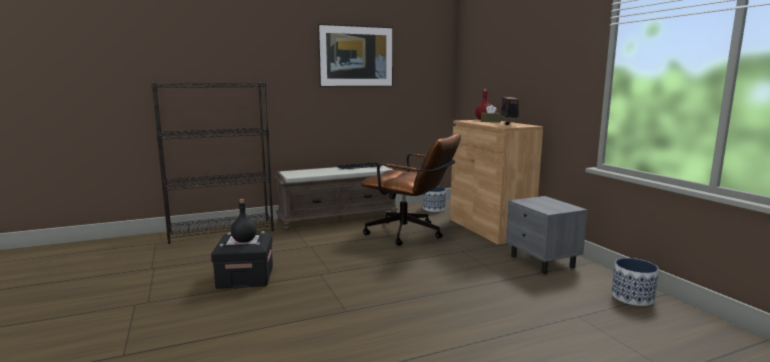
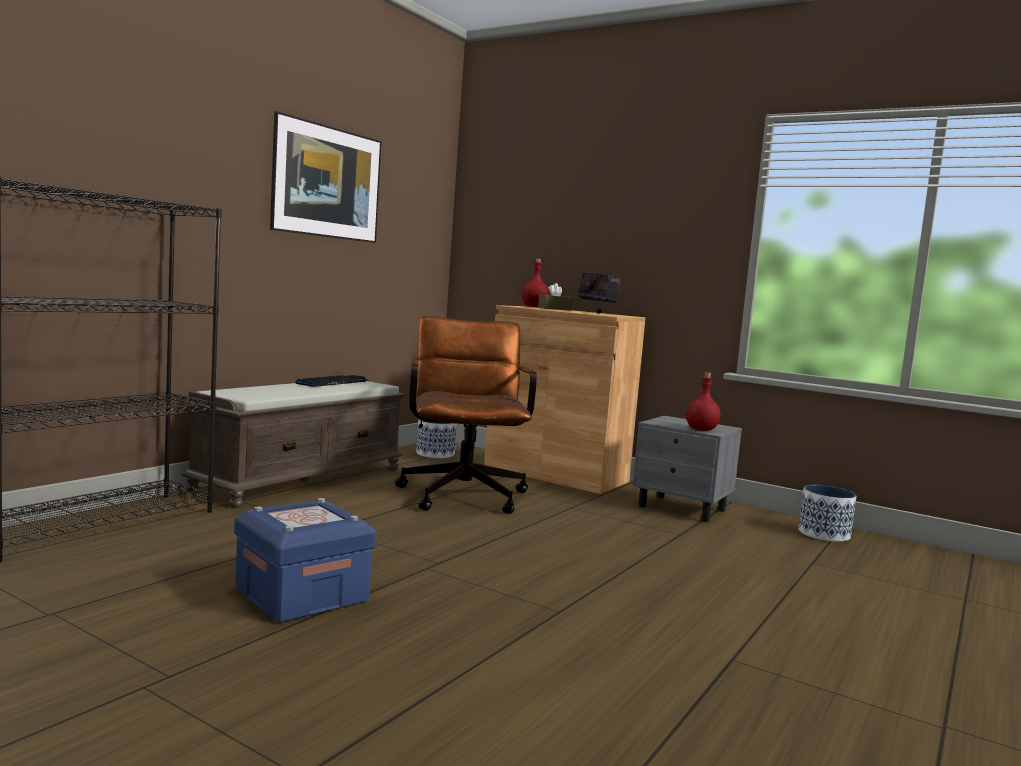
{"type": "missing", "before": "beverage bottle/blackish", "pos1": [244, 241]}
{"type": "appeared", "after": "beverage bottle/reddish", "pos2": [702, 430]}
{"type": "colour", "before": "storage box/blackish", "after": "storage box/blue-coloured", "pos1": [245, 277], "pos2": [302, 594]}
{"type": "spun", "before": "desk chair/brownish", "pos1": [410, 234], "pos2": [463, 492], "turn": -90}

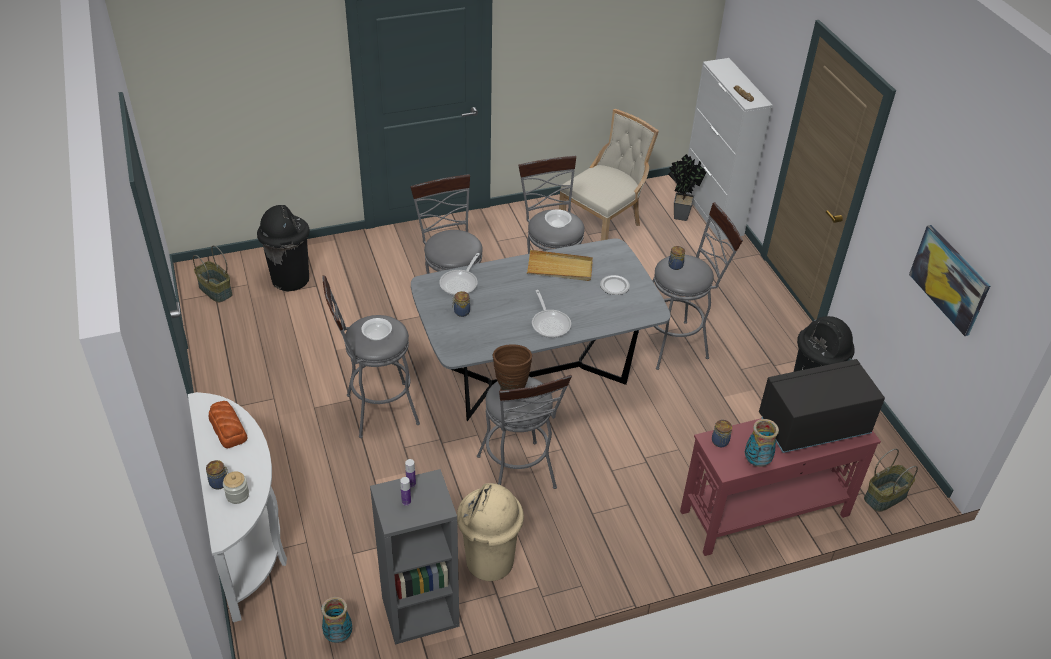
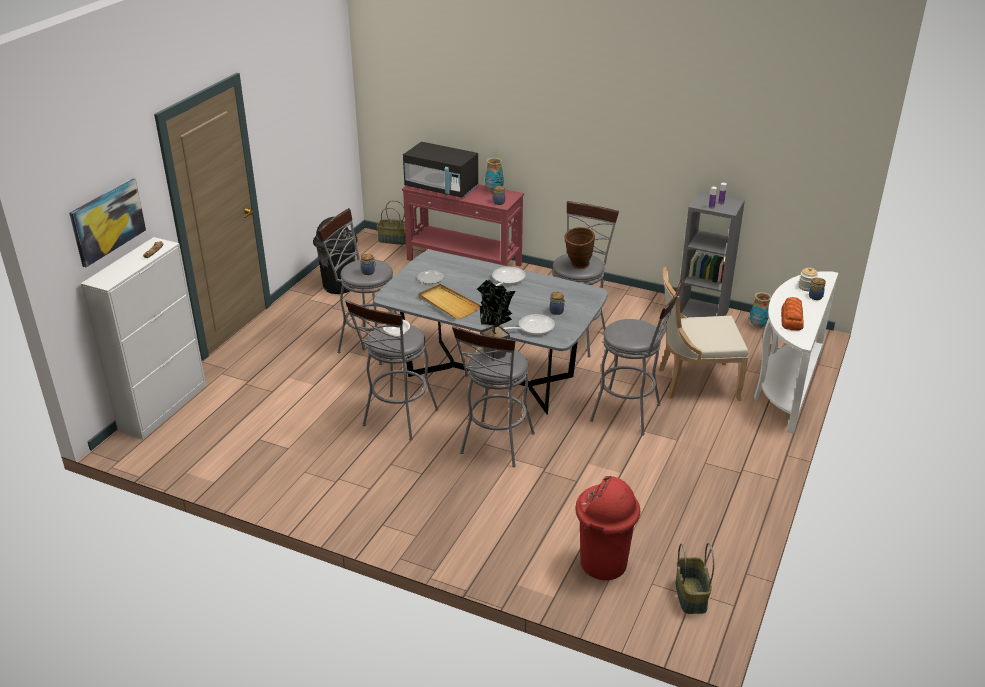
{"type": "missing", "before": "bowl", "pos1": [377, 335]}
{"type": "missing", "before": "rubbish bin/beige-coloured", "pos1": [489, 562]}
{"type": "relocated", "before": "upright chair/beige-coloured", "pos1": [603, 227], "pos2": [694, 383]}
{"type": "relocated", "before": "plant in a pot", "pos1": [678, 214], "pos2": [495, 356]}
{"type": "relocated", "before": "wall picture", "pos1": [949, 279], "pos2": [107, 221]}
{"type": "colour", "before": "rubbish bin/blackish", "after": "rubbish bin/reddish", "pos1": [290, 279], "pos2": [603, 564]}

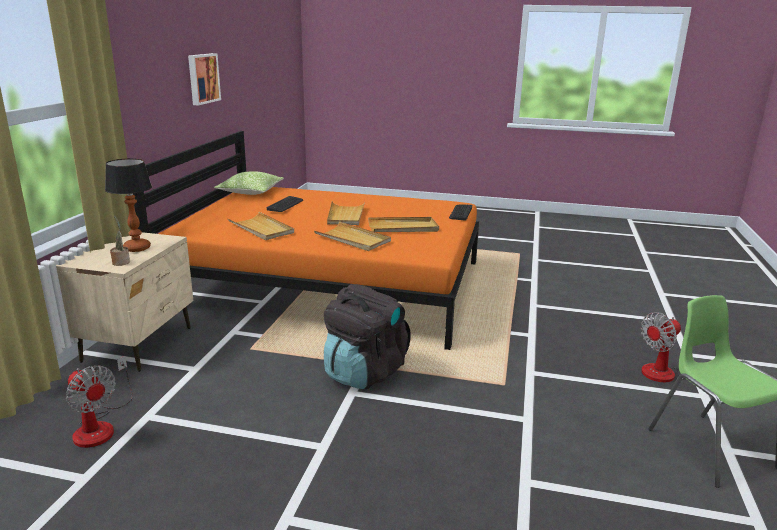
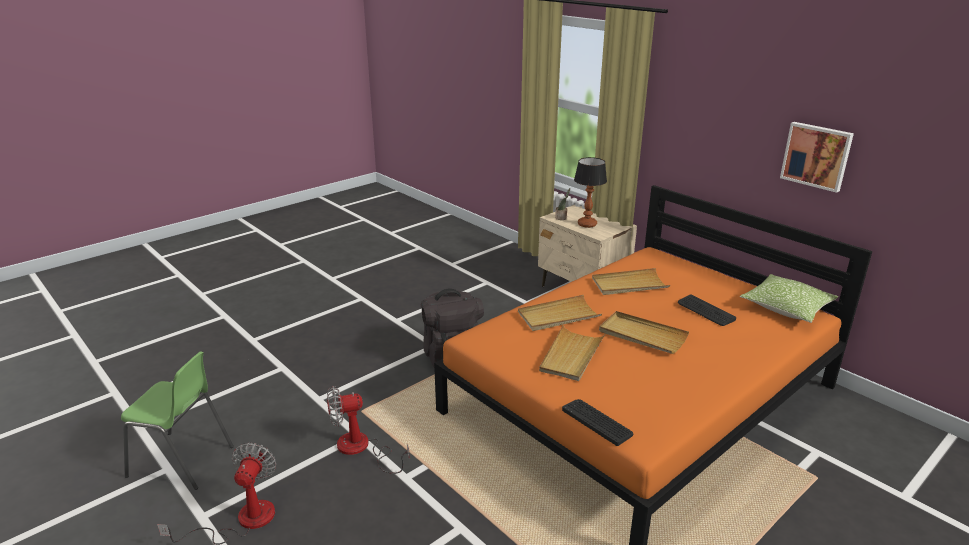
{"type": "relocated", "before": "electric fan", "pos1": [100, 426], "pos2": [361, 449]}

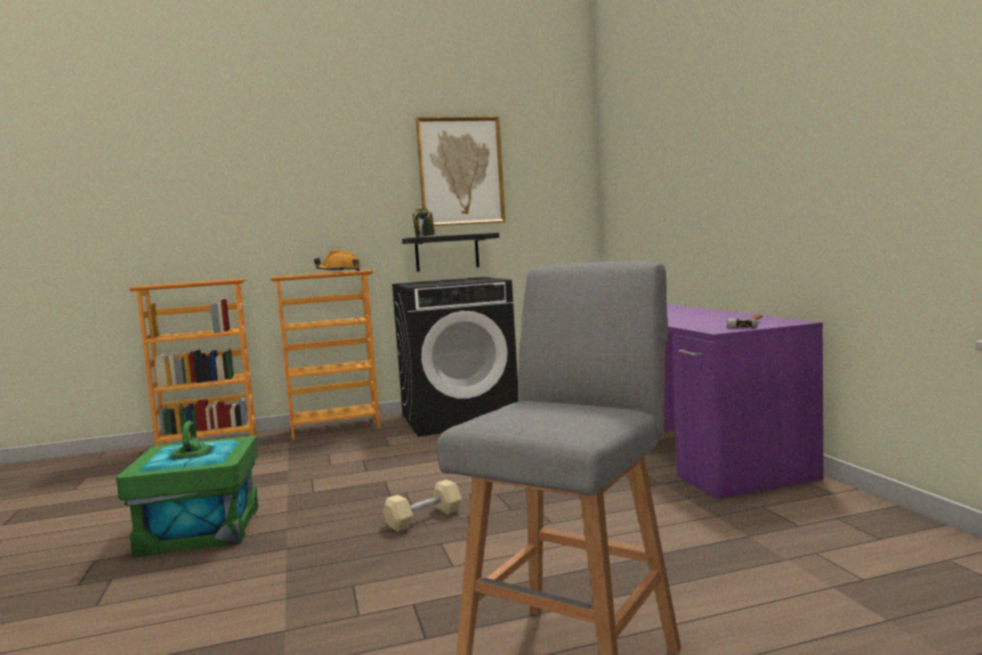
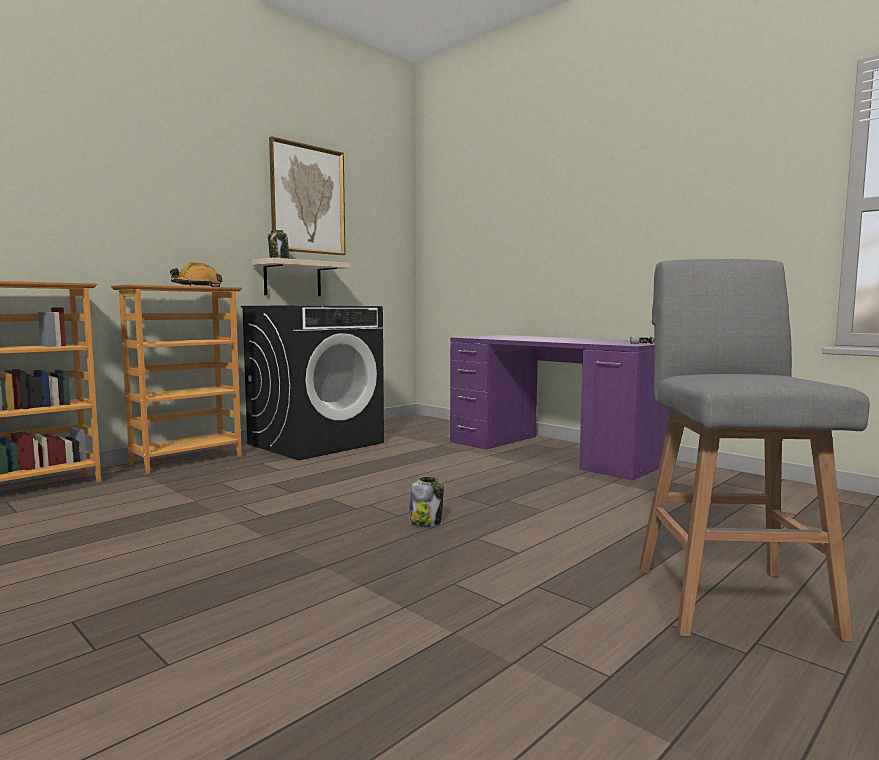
{"type": "missing", "before": "storage box/green-coloured", "pos1": [201, 530]}
{"type": "exchanged", "before": "dumbbell/beige-coloured", "after": "preserve jar", "pos1": [424, 518], "pos2": [425, 522]}
{"type": "colour", "before": "shelf/blackish", "after": "shelf/beige-coloured", "pos1": [447, 252], "pos2": [292, 279]}

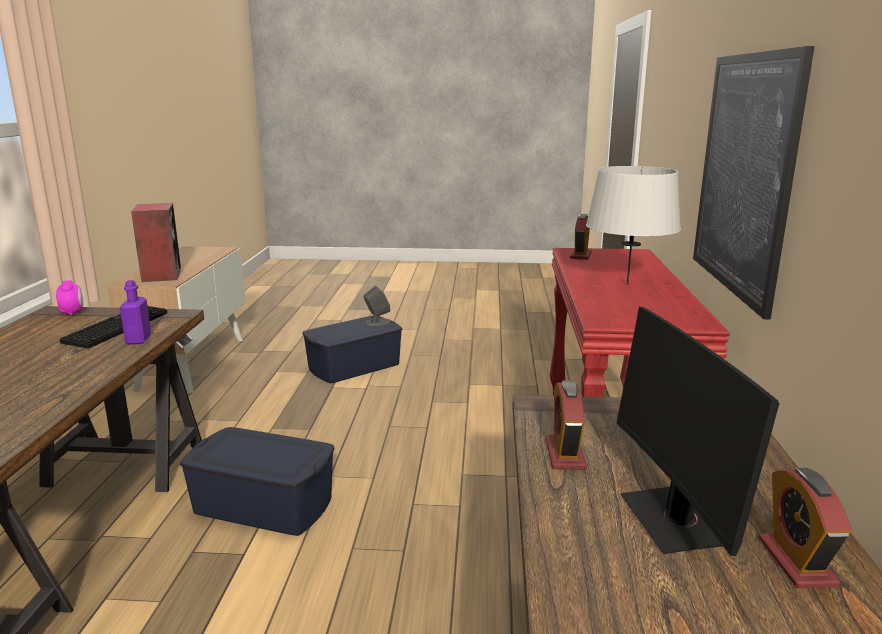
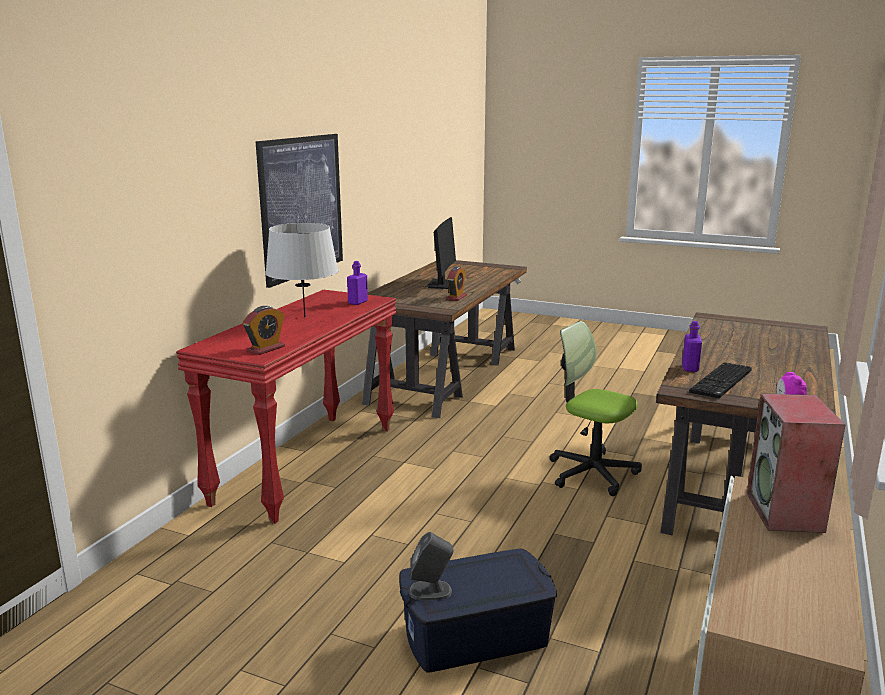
{"type": "missing", "before": "alarm clock", "pos1": [796, 562]}
{"type": "appeared", "after": "beverage bottle/purplish", "pos2": [357, 302]}
{"type": "exchanged", "before": "storage box/blue-coloured", "after": "desk chair", "pos1": [263, 505], "pos2": [592, 473]}

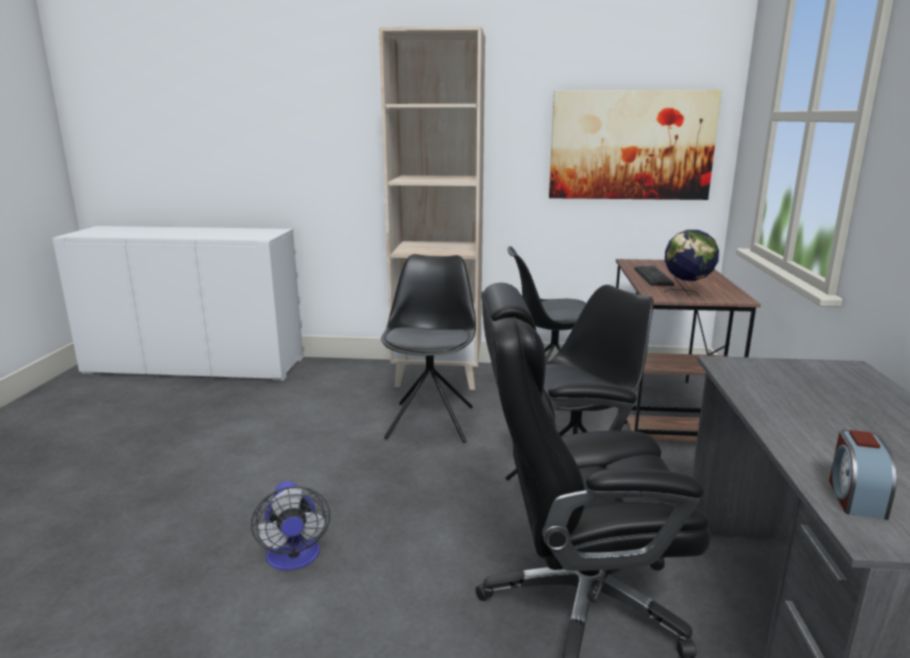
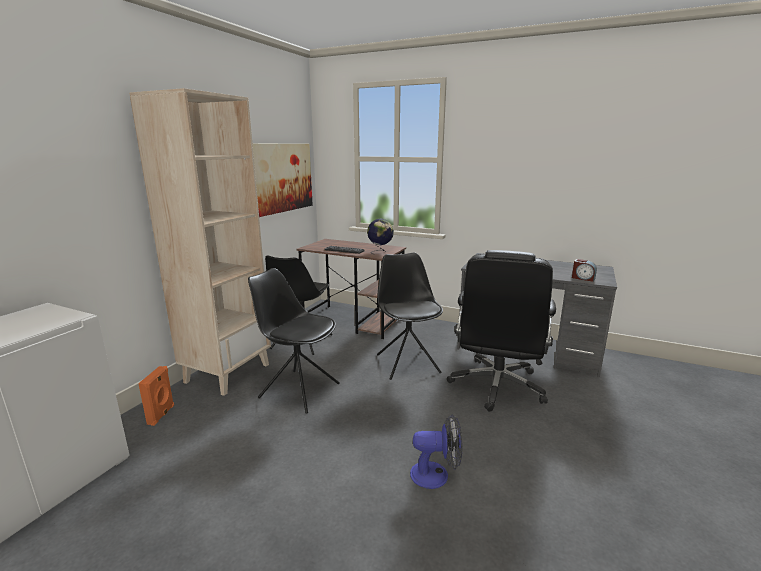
{"type": "appeared", "after": "audio speaker/orange", "pos2": [162, 415]}

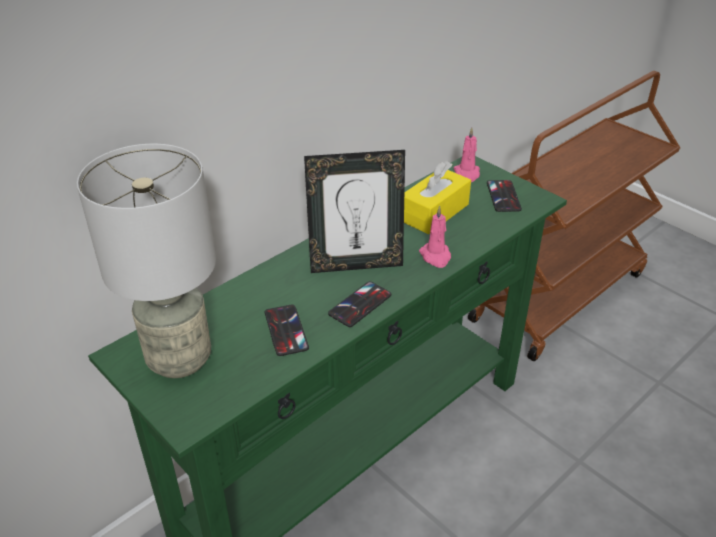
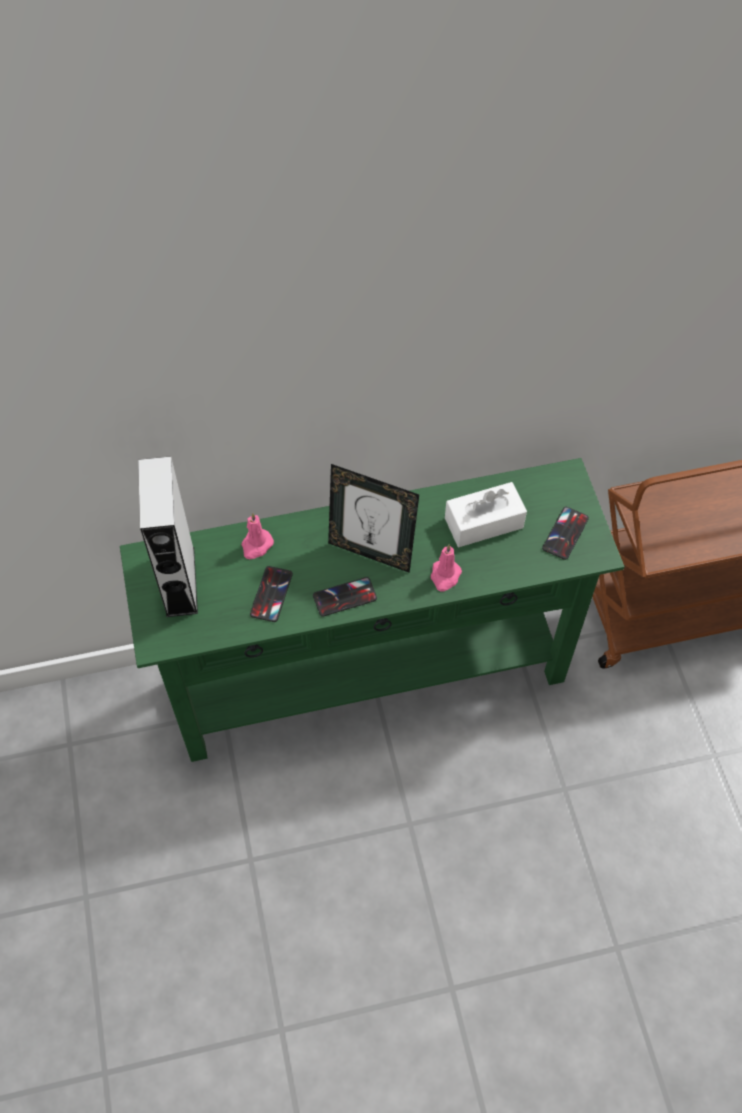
{"type": "relocated", "before": "wax light/pinkish", "pos1": [467, 174], "pos2": [256, 545]}
{"type": "exchanged", "before": "table lamp/gray", "after": "audio speaker/gray", "pos1": [180, 358], "pos2": [180, 581]}
{"type": "colour", "before": "tissue box/yellow-coloured", "after": "tissue box/white-coloured", "pos1": [434, 212], "pos2": [483, 523]}

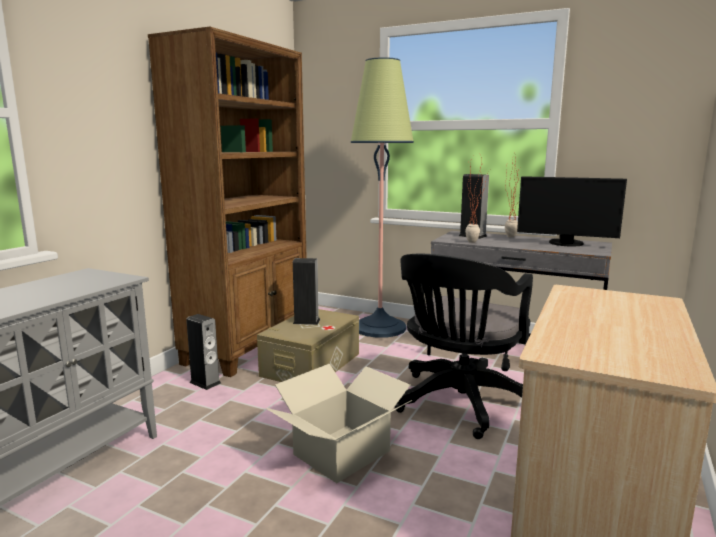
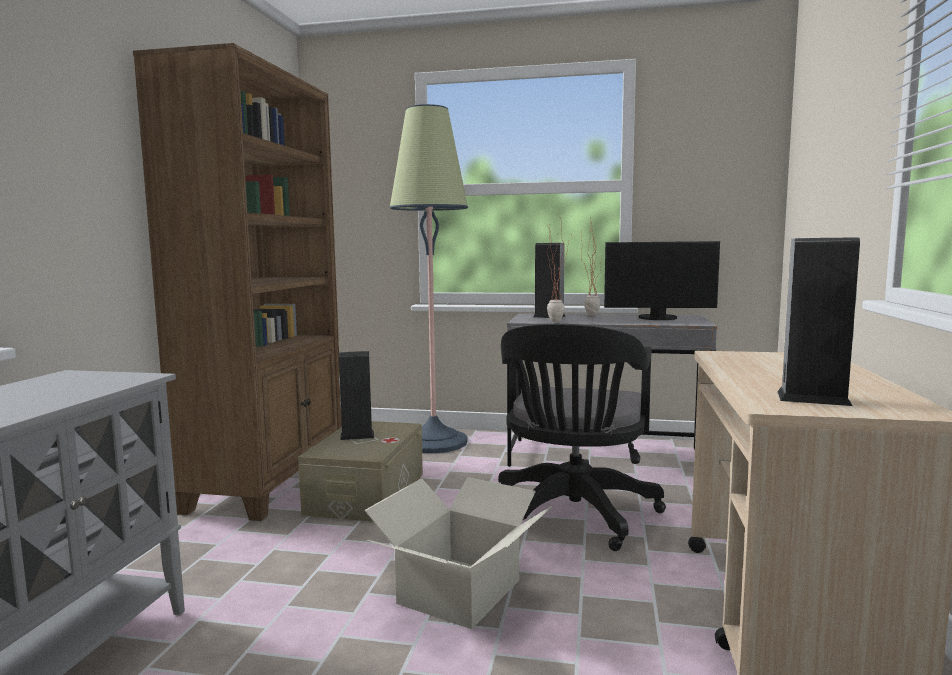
{"type": "relocated", "before": "audio speaker", "pos1": [205, 382], "pos2": [813, 398]}

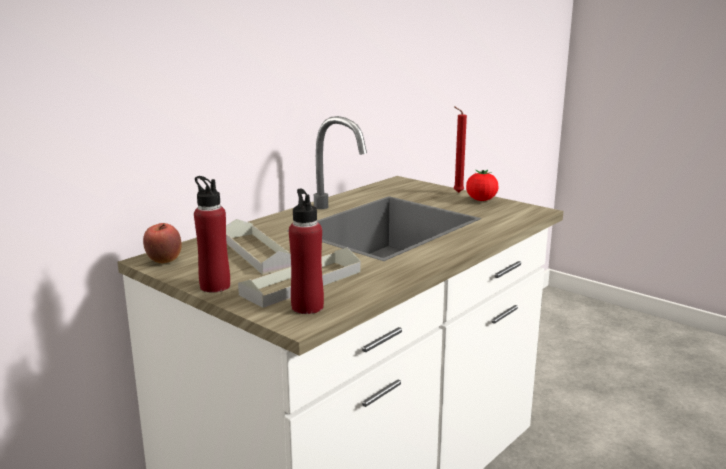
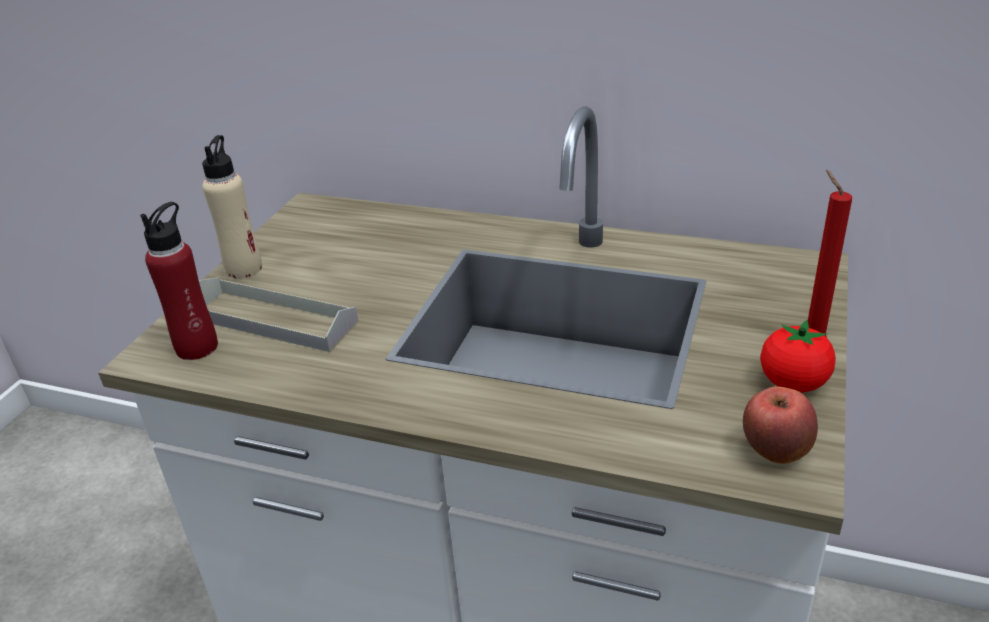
{"type": "missing", "before": "tray/gray", "pos1": [257, 252]}
{"type": "relocated", "before": "apple fruit", "pos1": [164, 261], "pos2": [775, 452]}
{"type": "colour", "before": "beverage bottle/reddish", "after": "beverage bottle/beige-coloured", "pos1": [215, 286], "pos2": [244, 268]}

